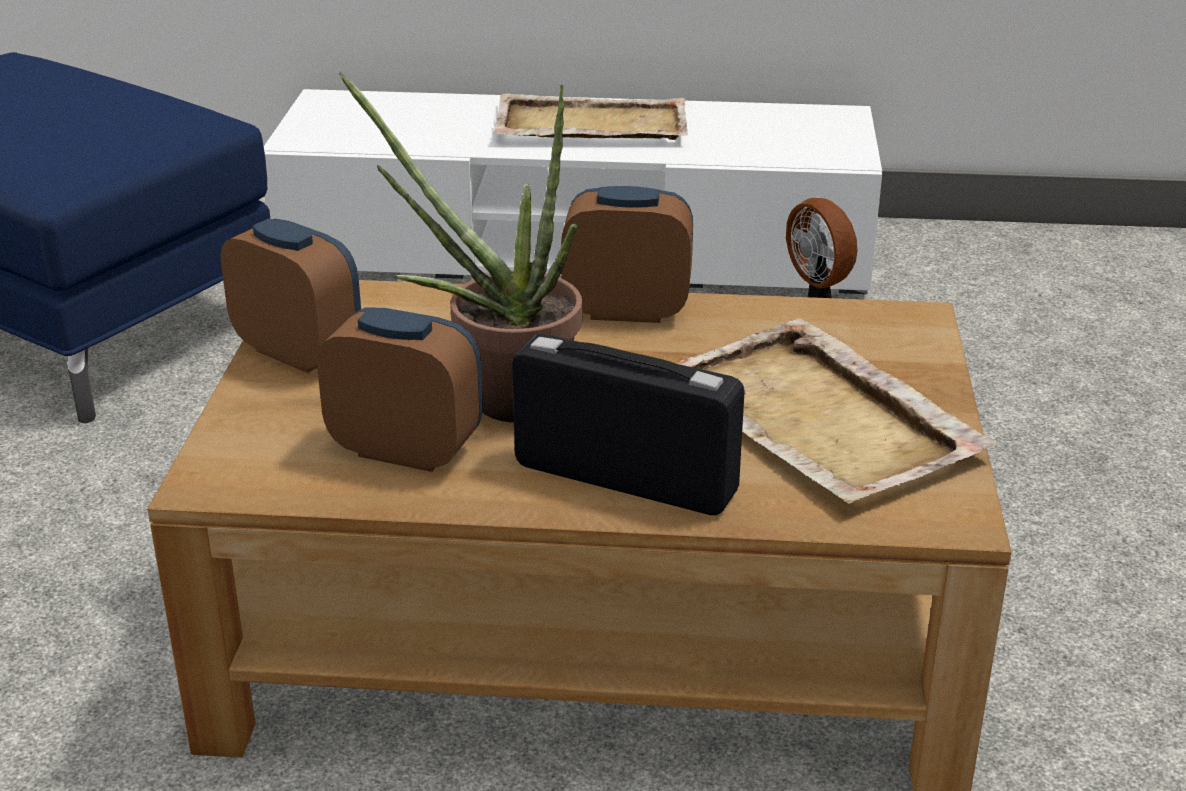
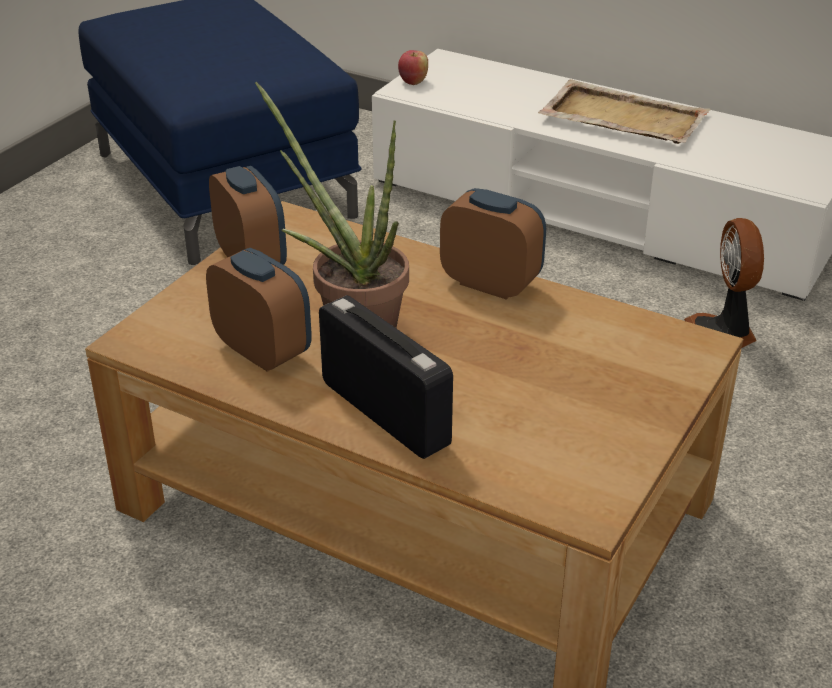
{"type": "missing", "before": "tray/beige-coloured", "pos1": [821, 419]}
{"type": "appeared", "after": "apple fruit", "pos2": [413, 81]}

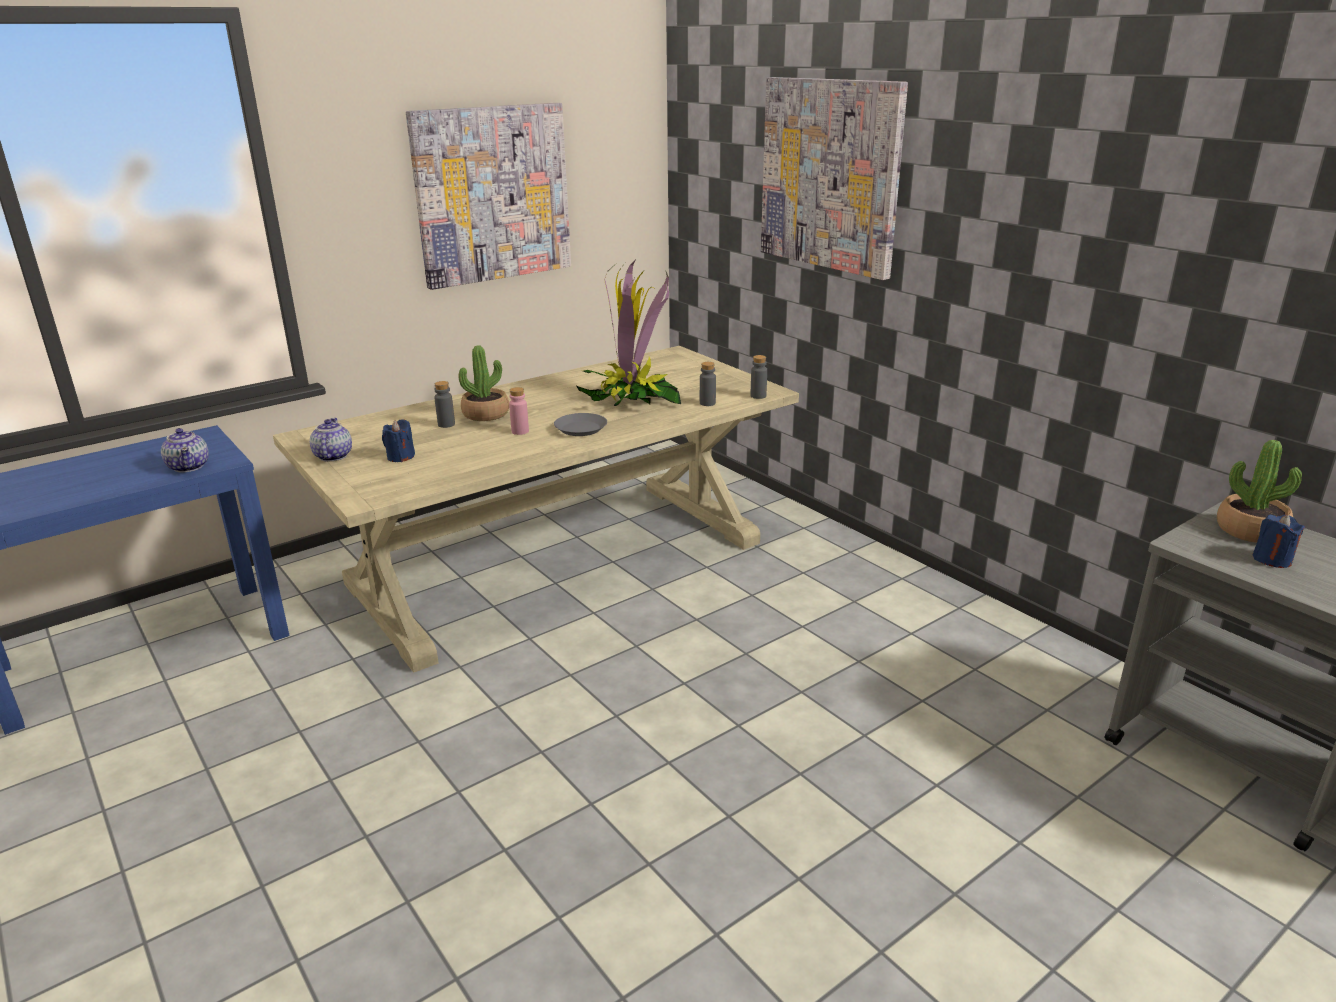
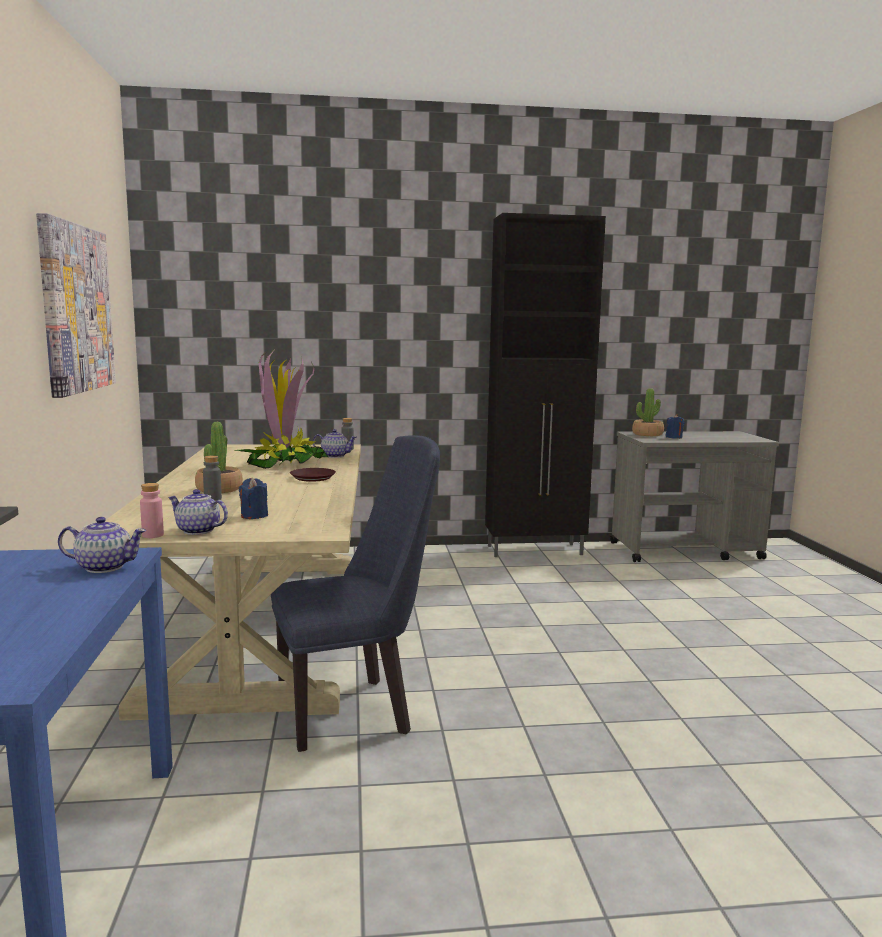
{"type": "missing", "before": "wall picture", "pos1": [830, 175]}
{"type": "appeared", "after": "upright chair/blue-coloured", "pos2": [355, 710]}
{"type": "appeared", "after": "cupboard/blackish", "pos2": [536, 550]}
{"type": "relocated", "before": "beverage bottle/pinkish", "pos1": [520, 431], "pos2": [153, 535]}
{"type": "exchanged", "before": "beverage bottle/gray", "after": "tea pot", "pos1": [707, 403], "pos2": [334, 456]}
{"type": "colour", "before": "dinner plate/gray", "after": "dinner plate/brownish", "pos1": [580, 429], "pos2": [312, 478]}

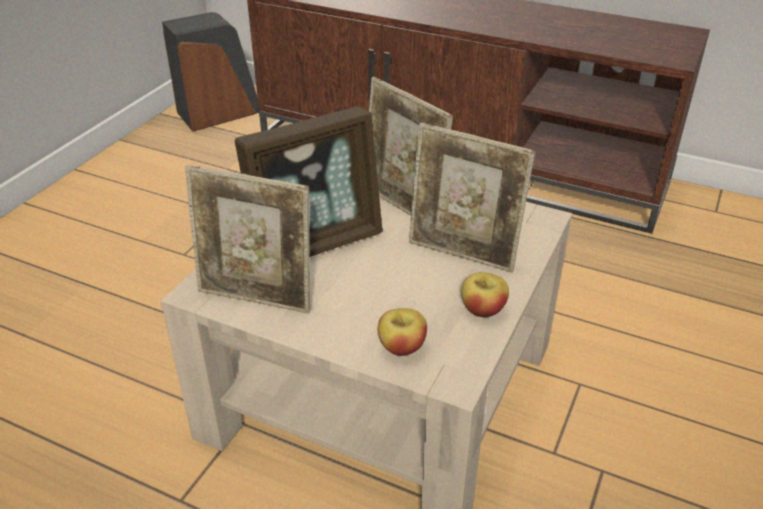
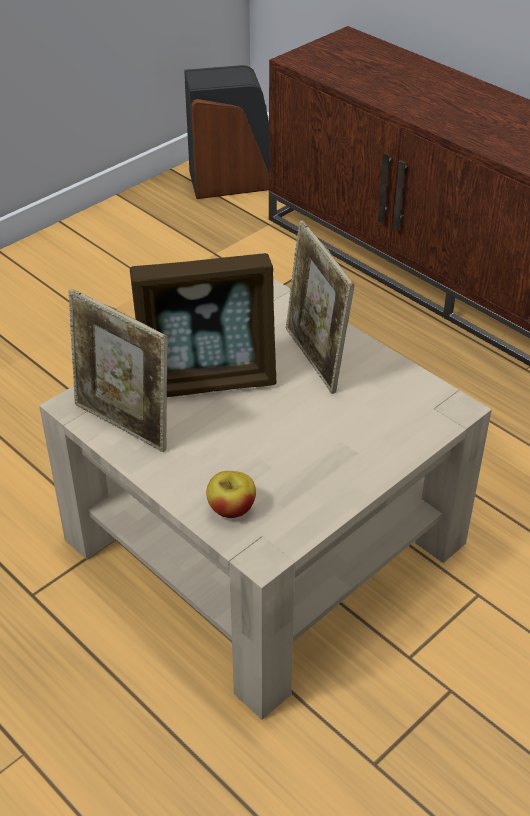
{"type": "missing", "before": "standing frame", "pos1": [463, 254]}
{"type": "missing", "before": "apple fruit", "pos1": [483, 309]}

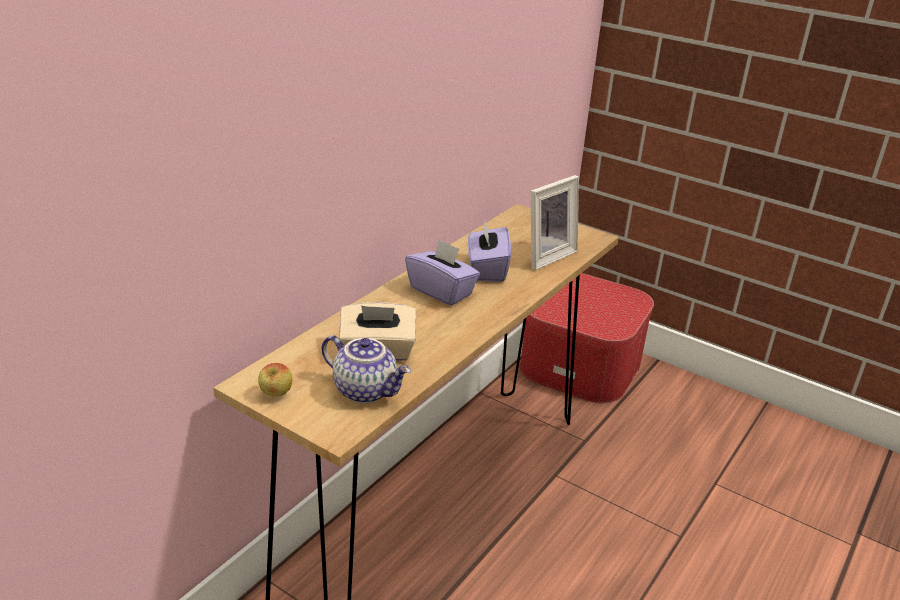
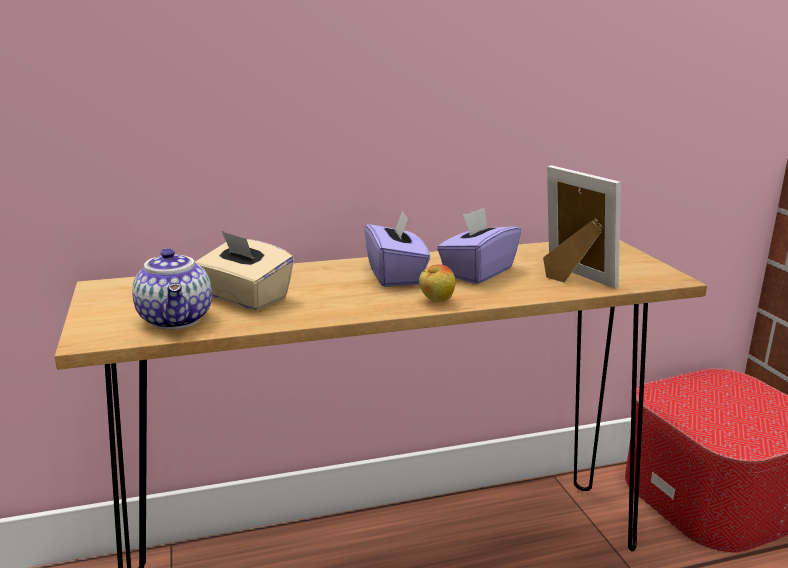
{"type": "relocated", "before": "apple fruit", "pos1": [276, 395], "pos2": [436, 301]}
{"type": "spun", "before": "standing frame", "pos1": [545, 256], "pos2": [571, 278], "turn": -120}

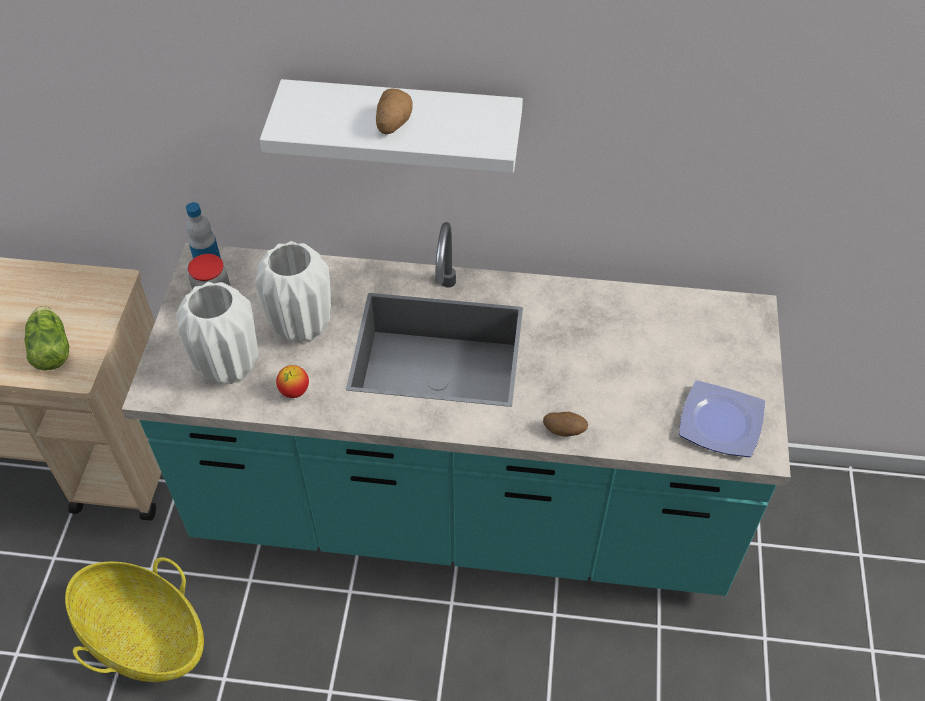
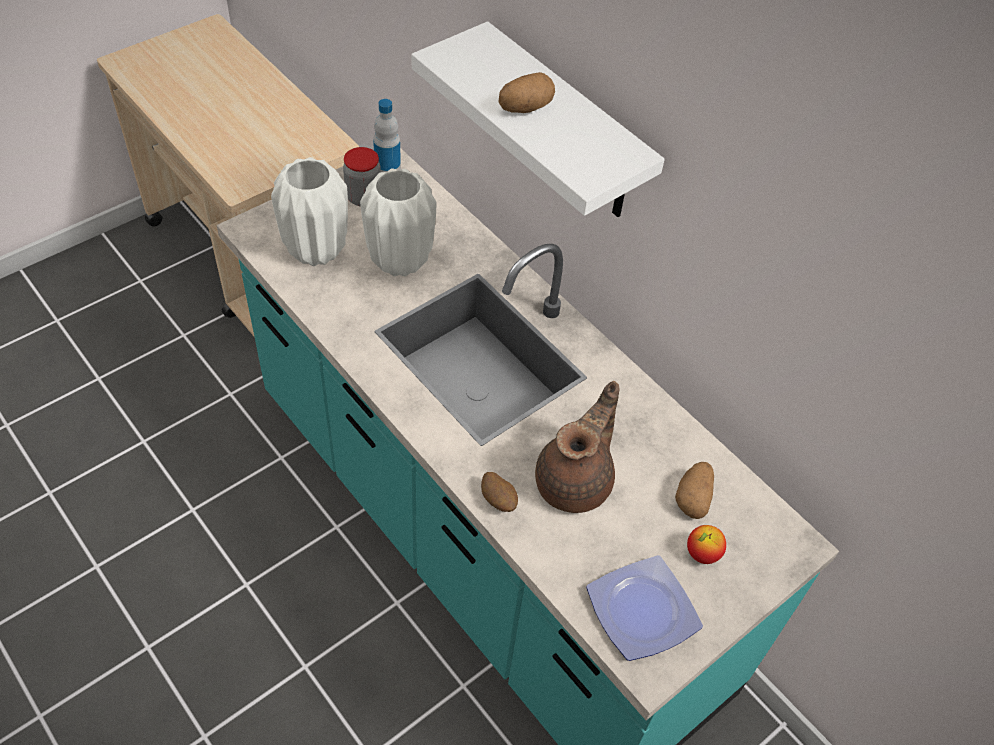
{"type": "missing", "before": "head of lettuce", "pos1": [51, 347]}
{"type": "missing", "before": "basket", "pos1": [145, 637]}
{"type": "appeared", "after": "tea pot/brownish", "pos2": [576, 481]}
{"type": "appeared", "after": "potato", "pos2": [693, 498]}
{"type": "relocated", "before": "apple fruit", "pos1": [294, 391], "pos2": [702, 553]}

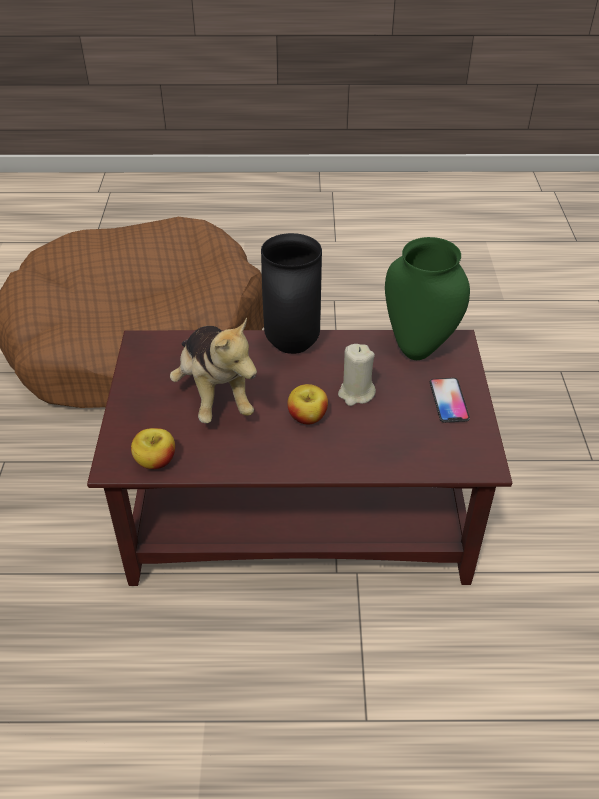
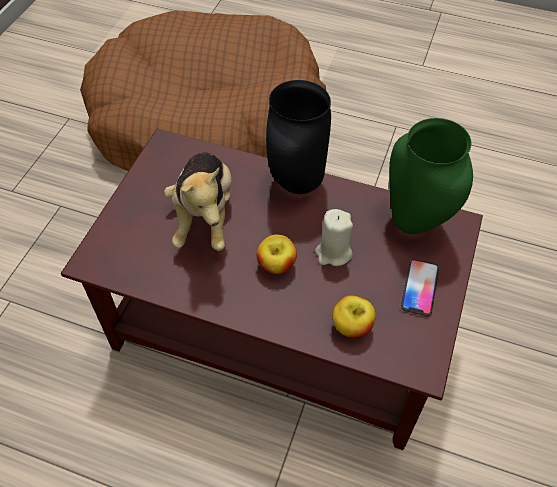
{"type": "relocated", "before": "apple fruit", "pos1": [156, 461], "pos2": [351, 326]}

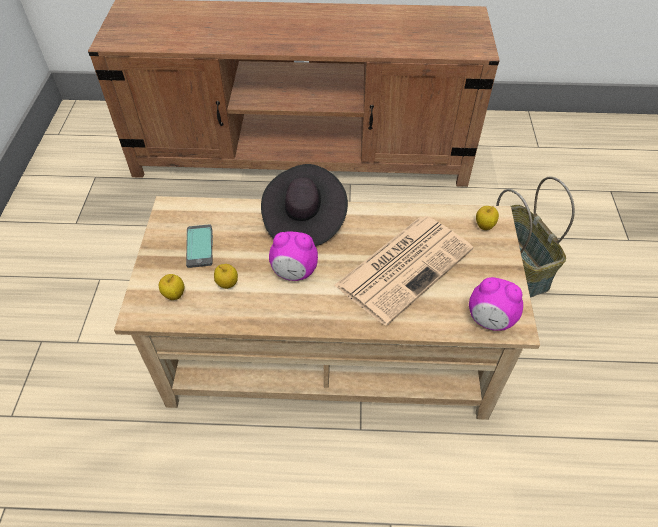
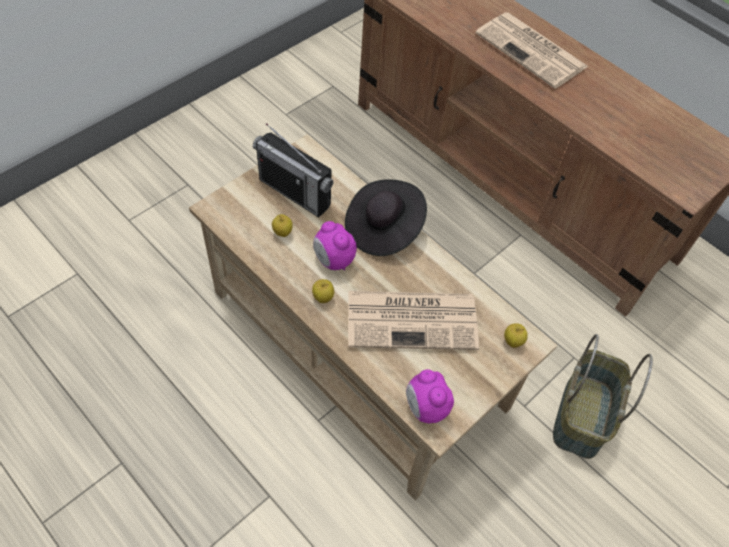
{"type": "appeared", "after": "printed paper", "pos2": [532, 51]}
{"type": "relocated", "before": "apple fruit", "pos1": [174, 295], "pos2": [323, 298]}
{"type": "exchanged", "before": "phone", "after": "radio set", "pos1": [200, 246], "pos2": [295, 192]}

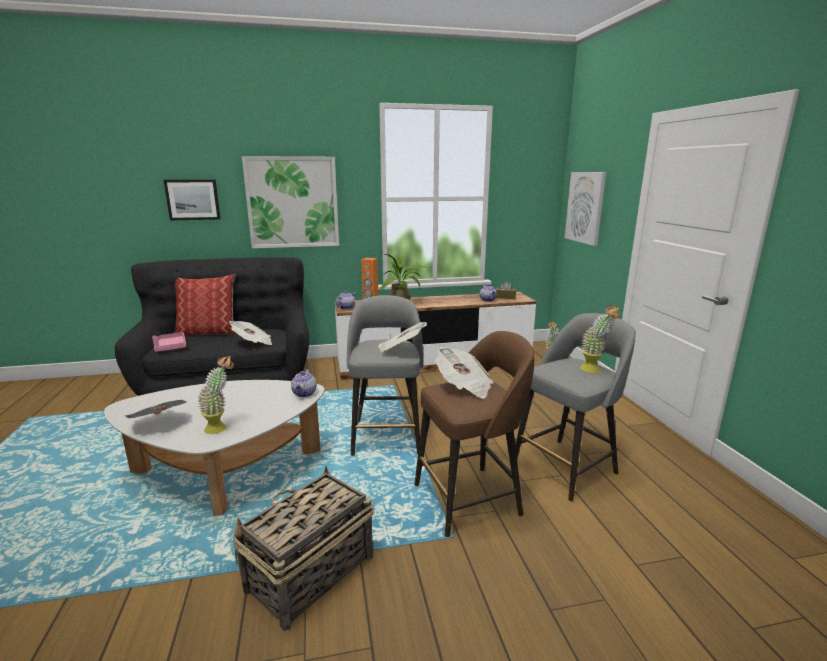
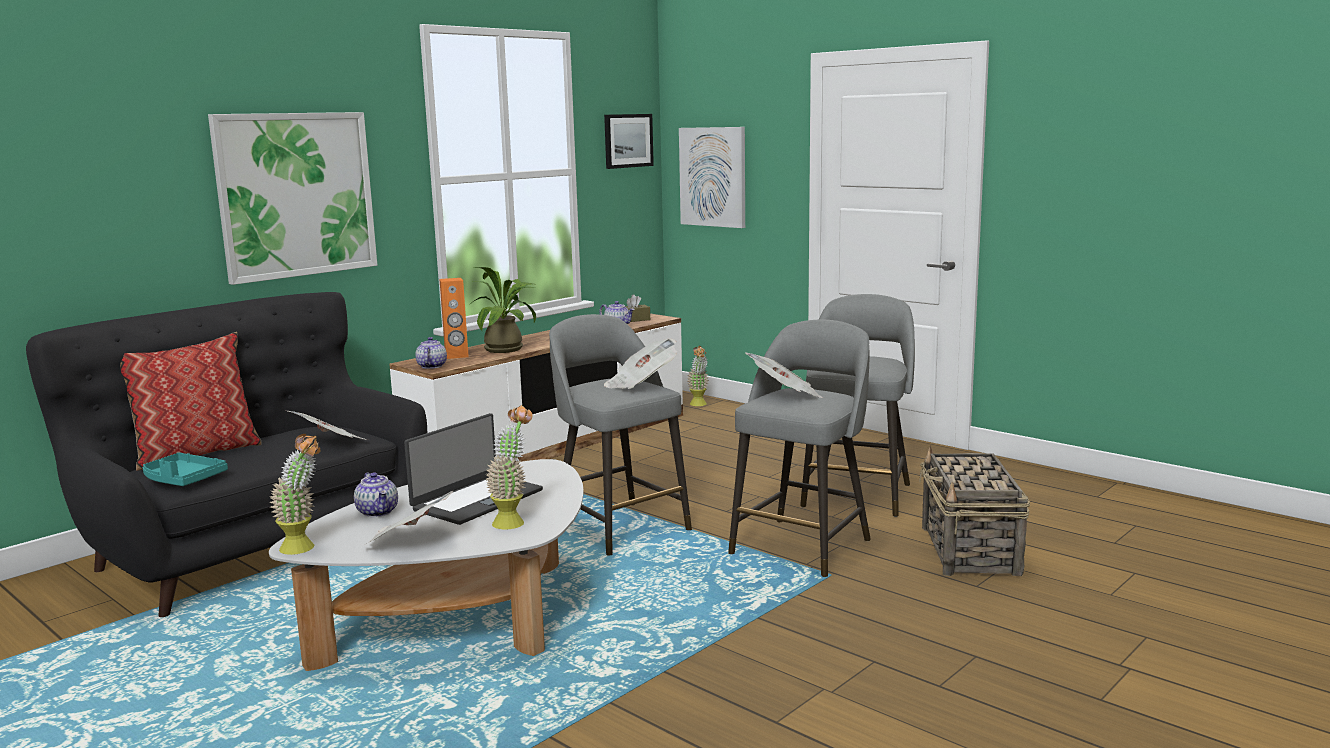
{"type": "appeared", "after": "portable computer", "pos2": [476, 500]}
{"type": "relocated", "before": "wall picture", "pos1": [193, 199], "pos2": [628, 140]}
{"type": "relocated", "before": "basket", "pos1": [309, 573], "pos2": [969, 551]}
{"type": "relocated", "before": "tea pot", "pos1": [304, 393], "pos2": [378, 512]}
{"type": "relocated", "before": "plant in a pot", "pos1": [594, 370], "pos2": [304, 549]}
{"type": "colour", "before": "tray/pinkish", "after": "tray/blue-green", "pos1": [170, 347], "pos2": [182, 480]}
{"type": "colour", "before": "stool seat/brownish", "after": "stool seat/gray", "pos1": [470, 499], "pos2": [803, 545]}

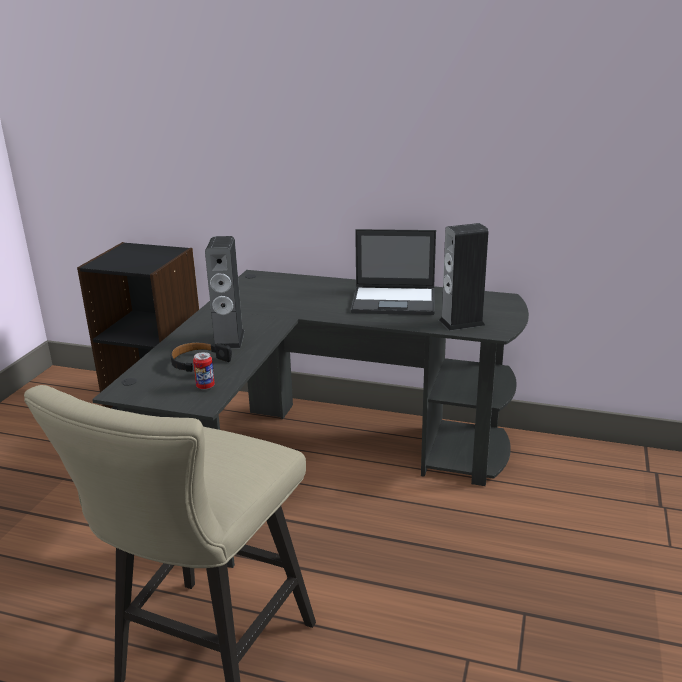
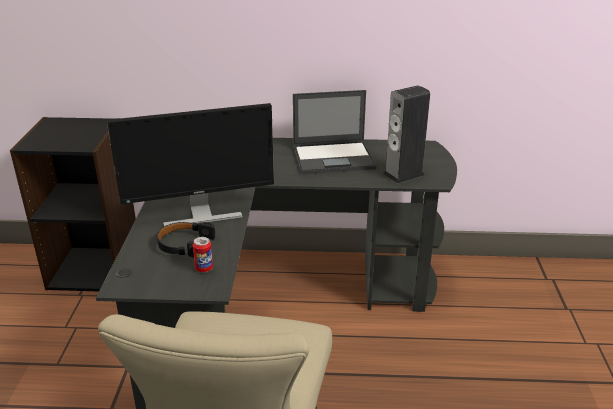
{"type": "exchanged", "before": "audio speaker", "after": "computer screen", "pos1": [229, 339], "pos2": [200, 214]}

